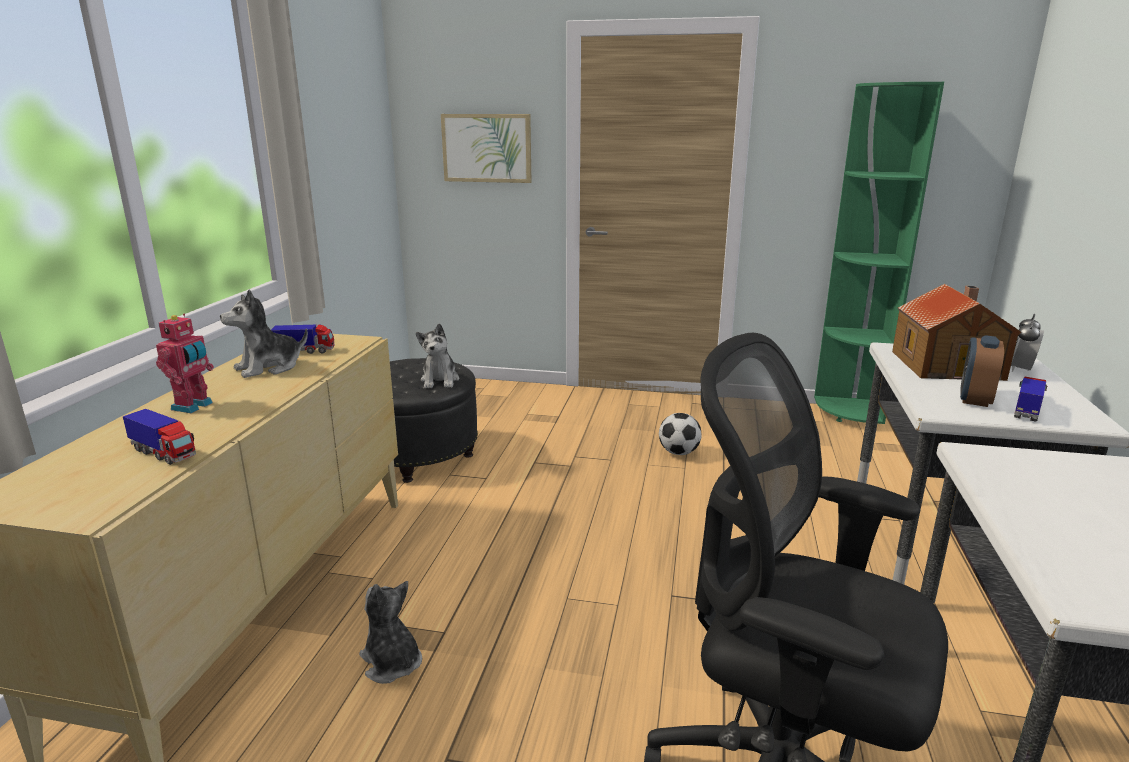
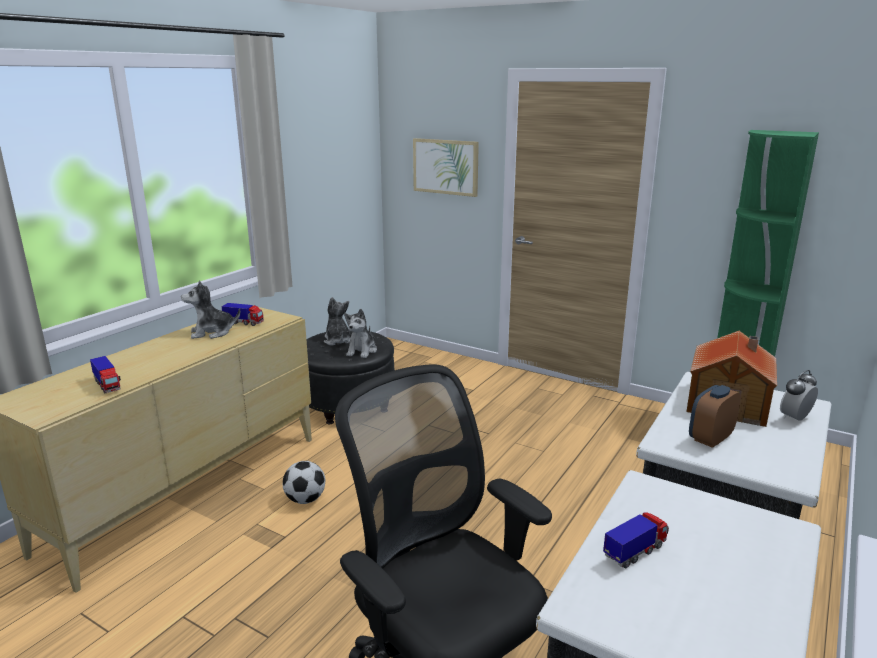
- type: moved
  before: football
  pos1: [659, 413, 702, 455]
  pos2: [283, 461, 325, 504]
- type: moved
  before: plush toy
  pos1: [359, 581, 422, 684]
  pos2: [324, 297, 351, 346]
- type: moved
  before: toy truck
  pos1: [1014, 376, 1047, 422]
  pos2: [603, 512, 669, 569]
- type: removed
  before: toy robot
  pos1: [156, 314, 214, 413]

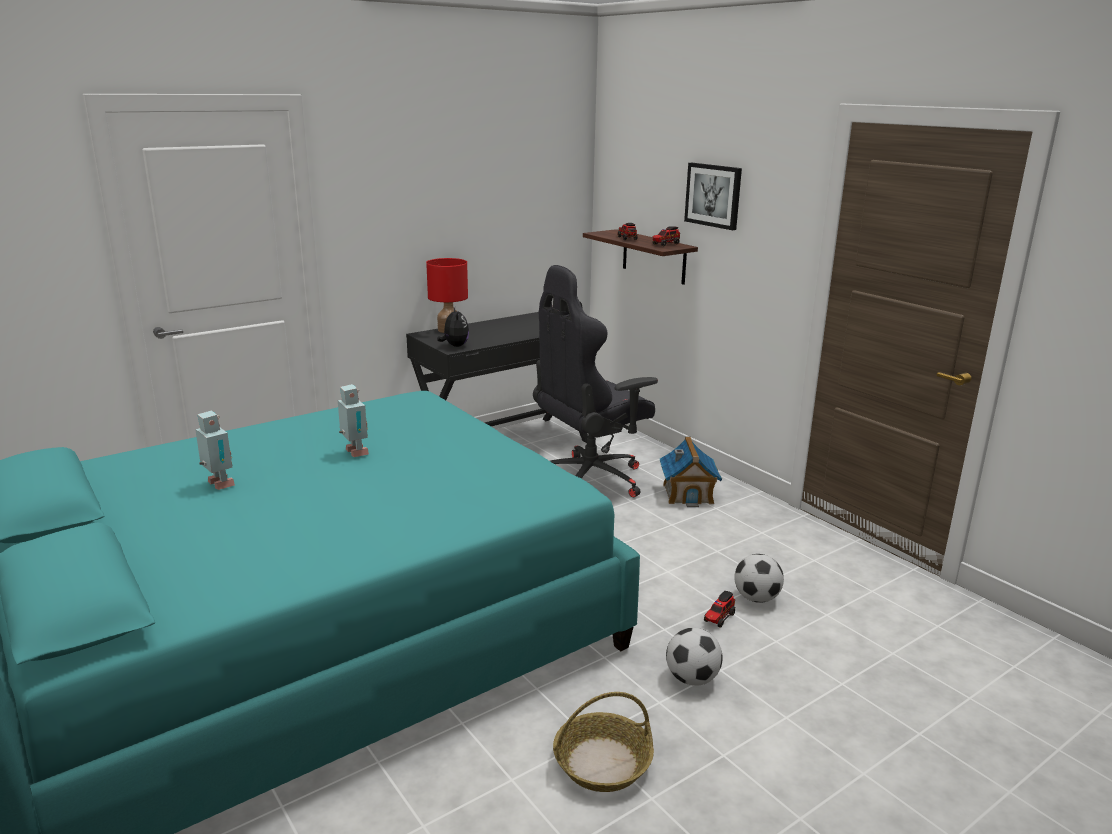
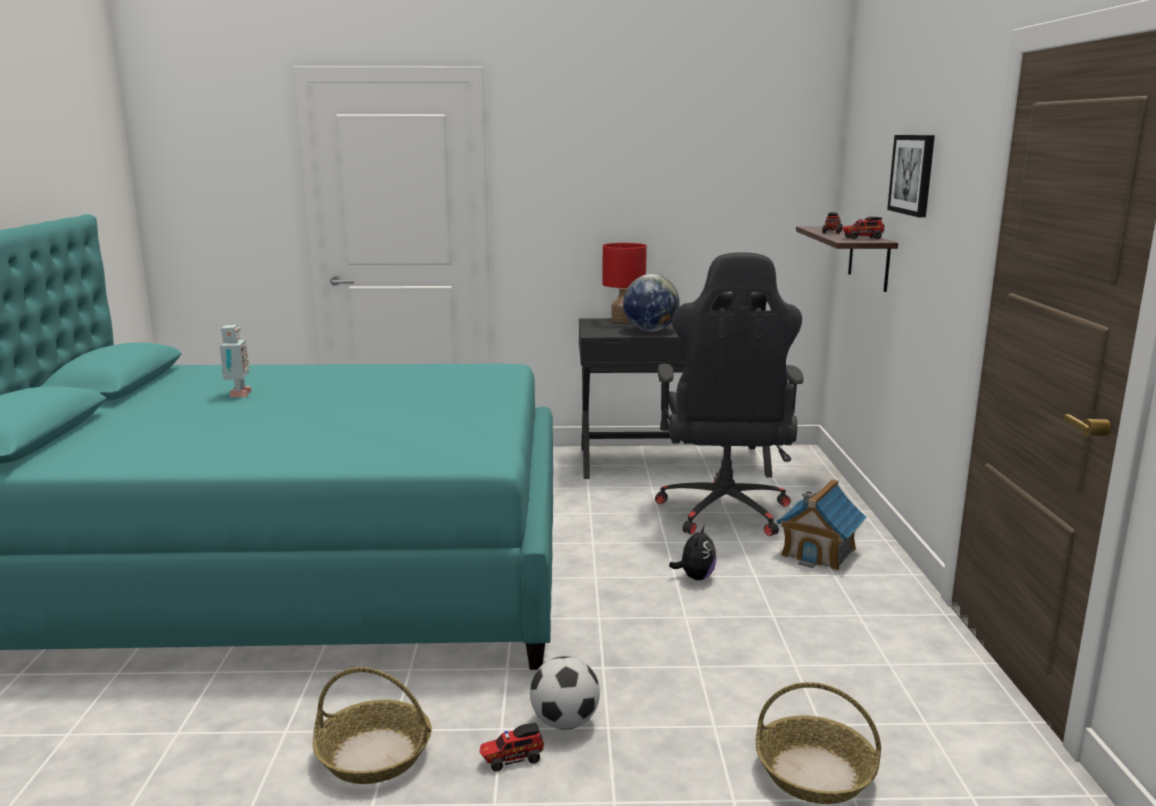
- type: moved
  before: toy truck
  pos1: [704, 591, 735, 628]
  pos2: [479, 723, 544, 772]
- type: added
  after: globe
  pos2: [623, 274, 680, 331]
- type: turned
  before: black office chair
  pos1: [533, 265, 658, 497]
  pos2: [655, 253, 804, 536]
  turn: -90
- type: moved
  before: plush toy
  pos1: [437, 307, 469, 347]
  pos2: [669, 525, 716, 580]
- type: added
  after: basket
  pos2: [756, 682, 881, 804]
- type: removed
  before: toy robot
  pos1: [338, 384, 369, 457]
- type: removed
  before: football
  pos1: [734, 554, 784, 603]

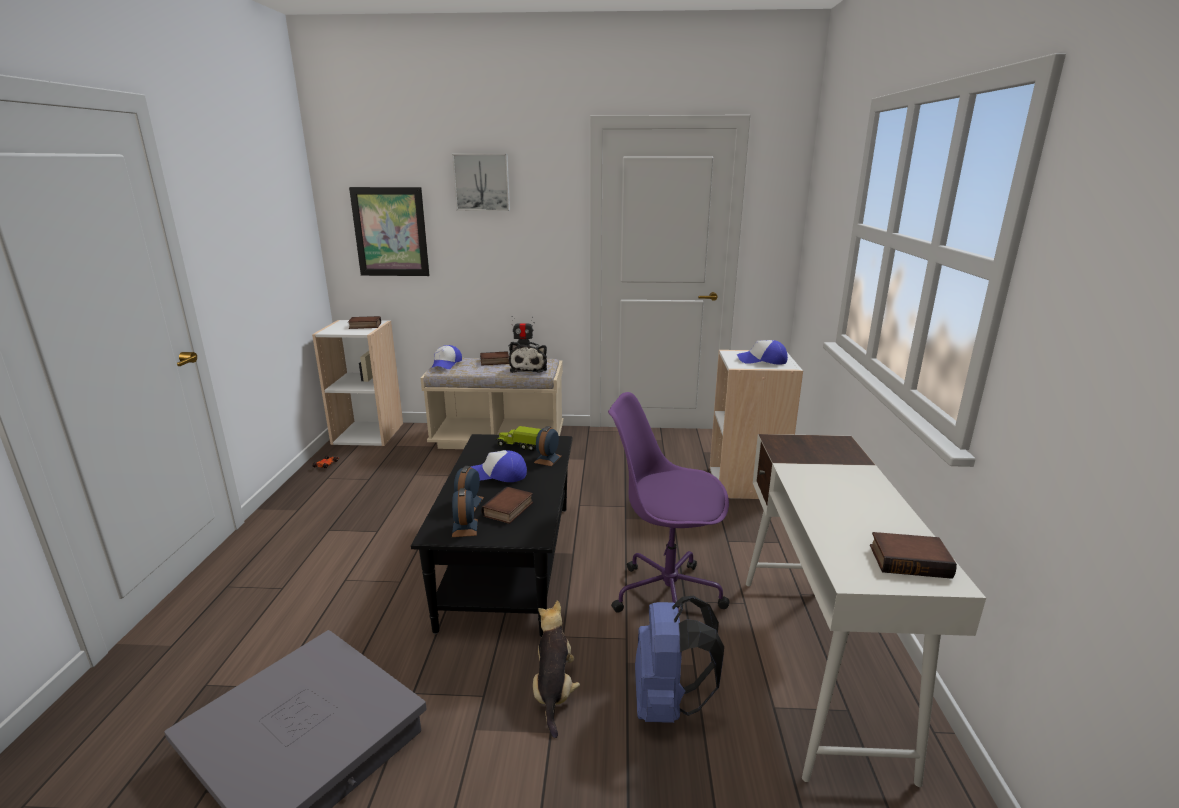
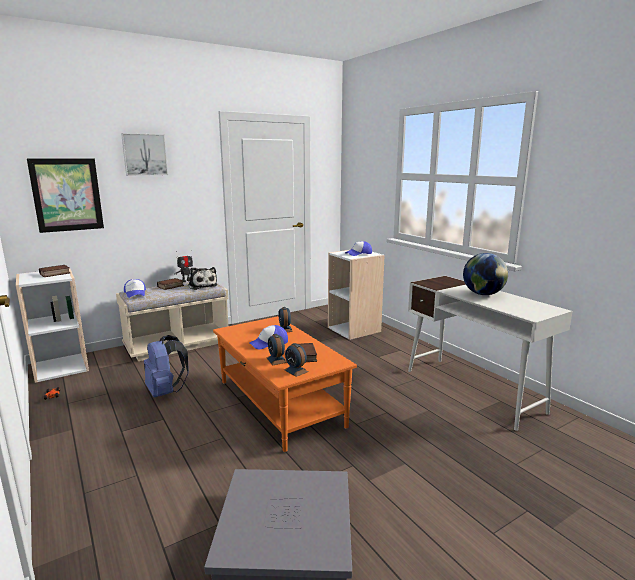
- type: moved
  before: blue backpack
  pos1: [635, 596, 724, 723]
  pos2: [144, 335, 189, 397]
- type: recoloured
  before: black coffee table
  after: orange coffee table
  pos1: [411, 434, 573, 638]
  pos2: [213, 316, 357, 452]
- type: added
  after: globe
  pos2: [463, 253, 508, 295]
- type: removed
  before: toy truck
  pos1: [495, 426, 541, 451]
- type: removed
  before: plush toy
  pos1: [533, 600, 580, 738]
- type: removed
  before: purple office chair
  pos1: [608, 392, 729, 613]
- type: removed
  before: book
  pos1: [870, 532, 957, 579]

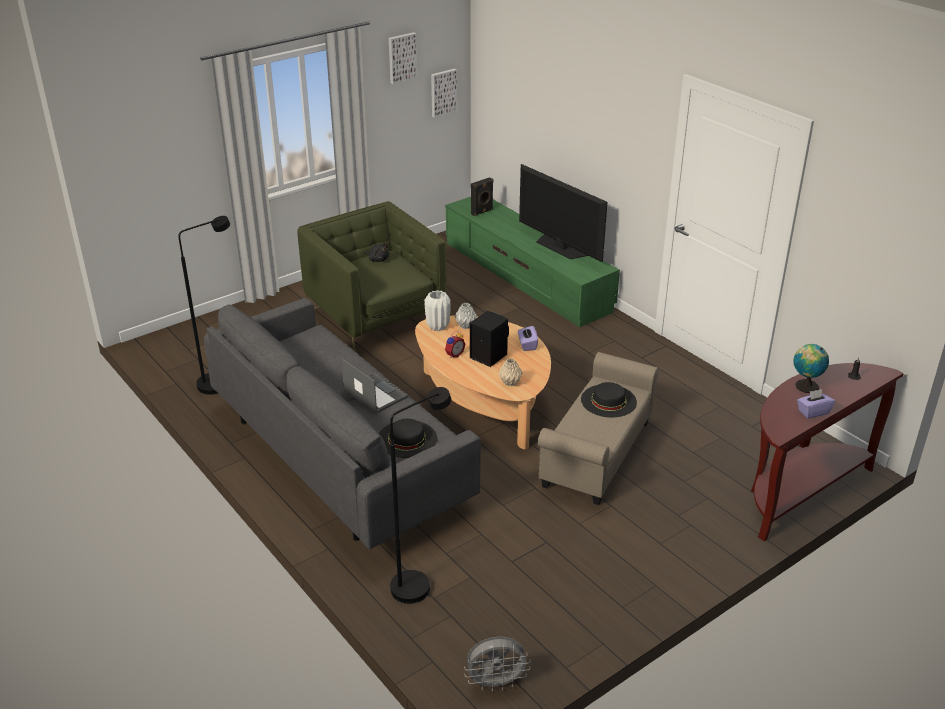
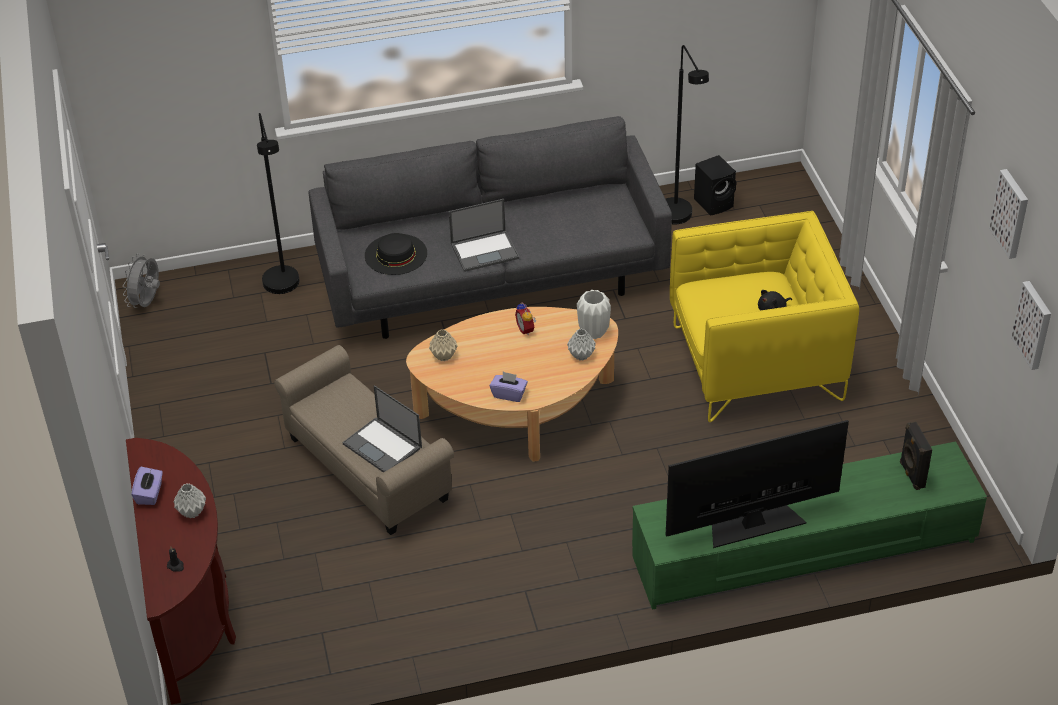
- type: replaced
  before: globe
  after: grey vase
  pos1: [793, 344, 829, 393]
  pos2: [173, 483, 206, 518]
- type: replaced
  before: black hat
  after: laptop
  pos1: [581, 382, 637, 417]
  pos2: [343, 385, 422, 473]
- type: recoloured
  before: green armchair
  after: yellow armchair
  pos1: [297, 201, 447, 352]
  pos2: [670, 211, 859, 423]
- type: moved
  before: black speaker
  pos1: [470, 311, 509, 367]
  pos2: [694, 155, 736, 216]

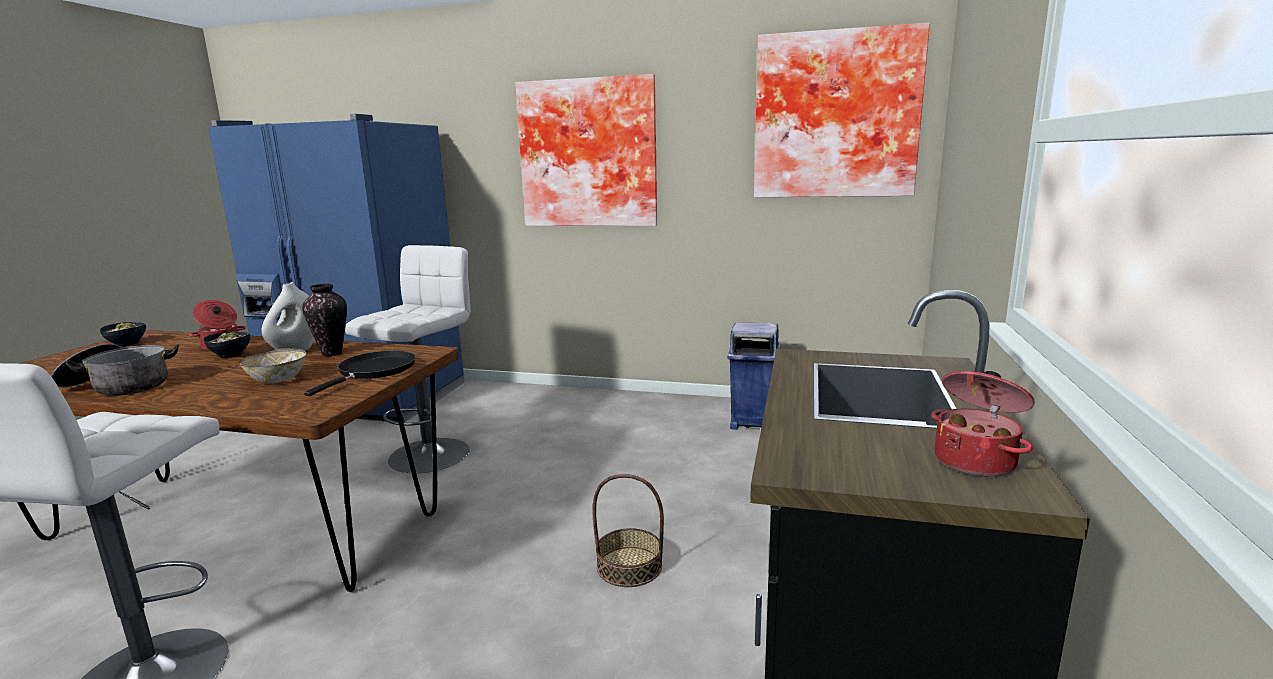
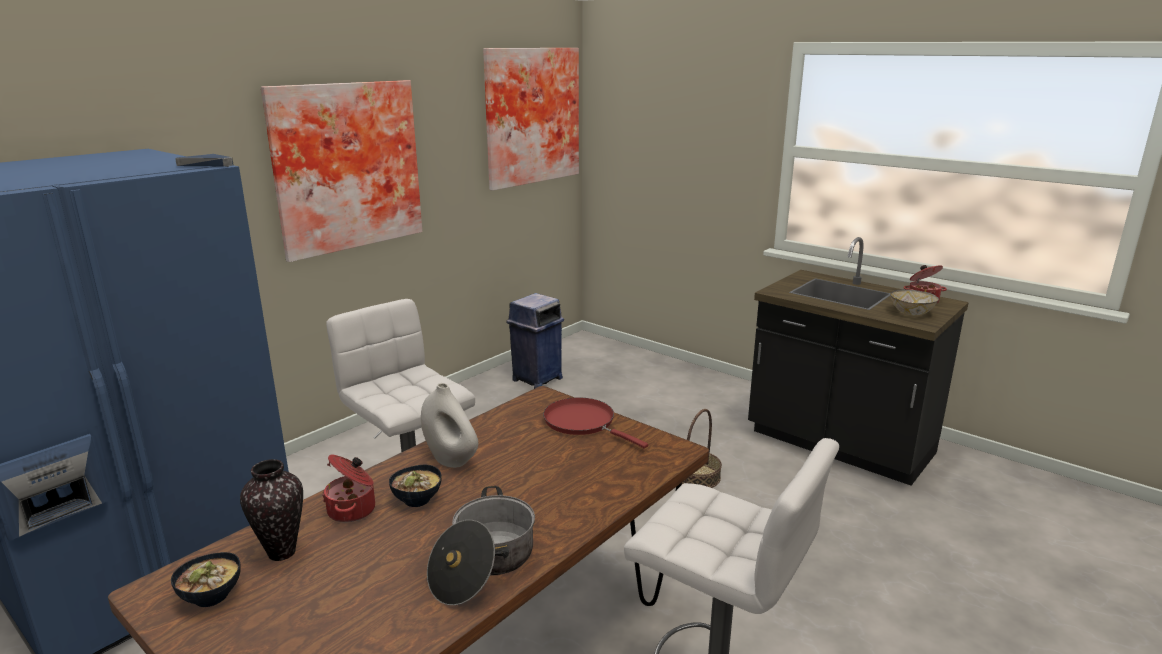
- type: moved
  before: vase
  pos1: [302, 284, 347, 356]
  pos2: [240, 459, 303, 561]
- type: recoloured
  before: black frying pan
  after: red frying pan
  pos1: [304, 351, 416, 396]
  pos2: [543, 398, 648, 448]
- type: moved
  before: bowl
  pos1: [239, 348, 306, 383]
  pos2: [890, 289, 939, 315]

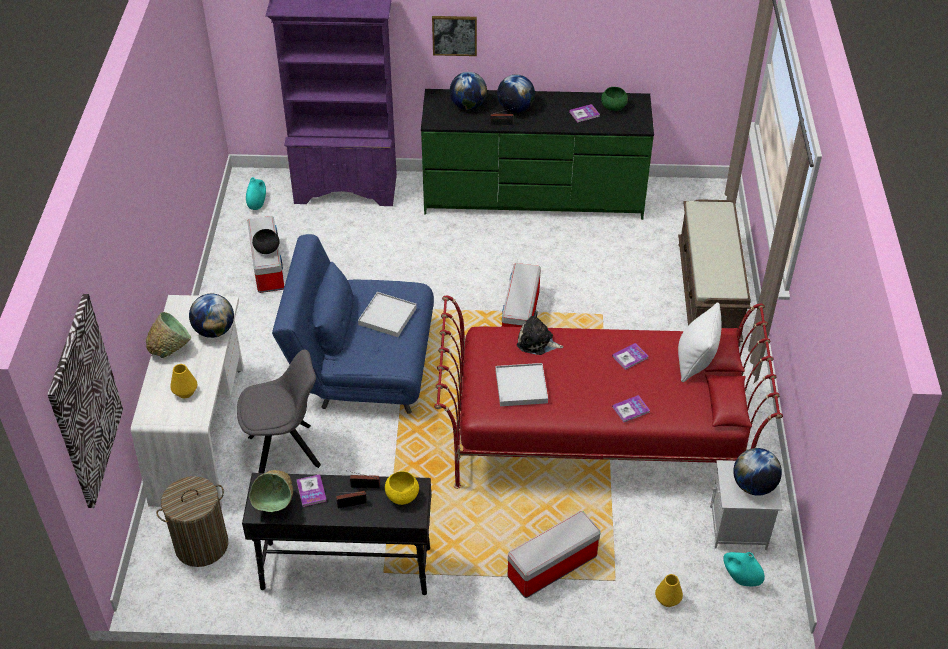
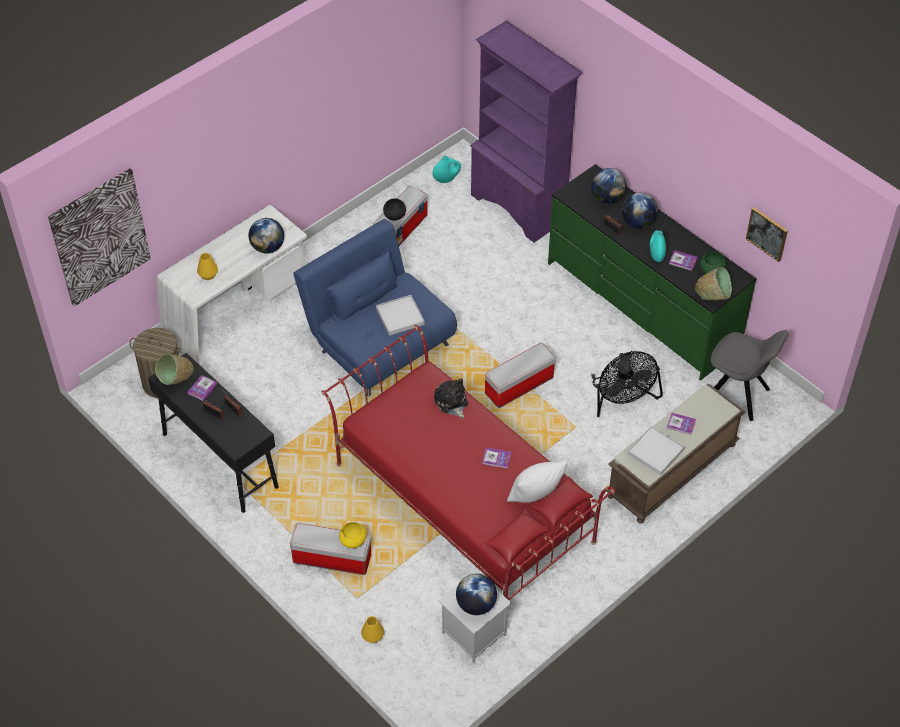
- type: moved
  before: yellow bowl
  pos1: [385, 471, 419, 505]
  pos2: [339, 522, 366, 548]
- type: added
  after: black fan
  pos2: [591, 351, 663, 417]
- type: moved
  before: white tray
  pos1: [496, 363, 548, 406]
  pos2: [627, 426, 685, 475]
- type: moved
  before: turquoise vase
  pos1: [723, 552, 765, 586]
  pos2: [650, 231, 666, 262]
- type: moved
  before: book
  pos1: [612, 395, 650, 422]
  pos2: [667, 413, 696, 435]
- type: moved
  before: green bowl
  pos1: [146, 312, 191, 358]
  pos2: [695, 267, 732, 301]
- type: moved
  before: grey chair
  pos1: [237, 349, 321, 473]
  pos2: [711, 330, 789, 421]
- type: moved
  before: picture
  pos1: [432, 16, 477, 56]
  pos2: [746, 208, 788, 262]

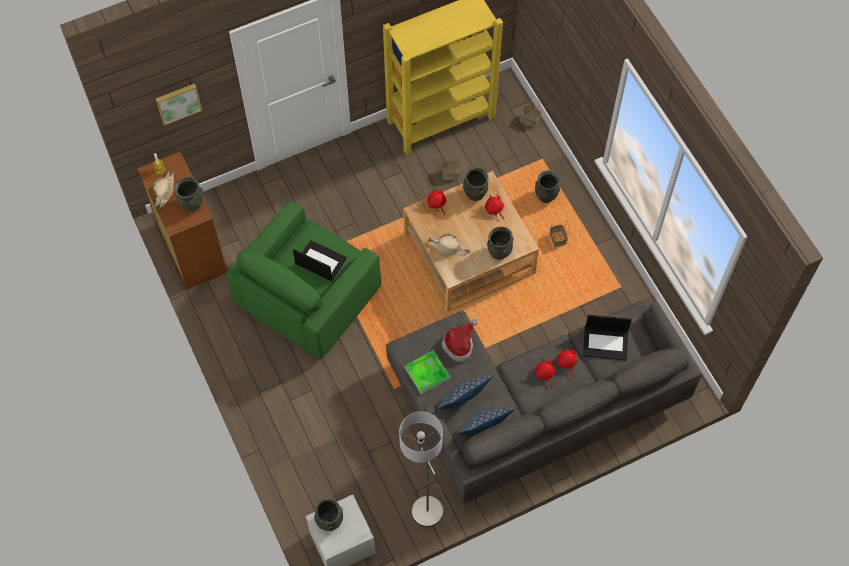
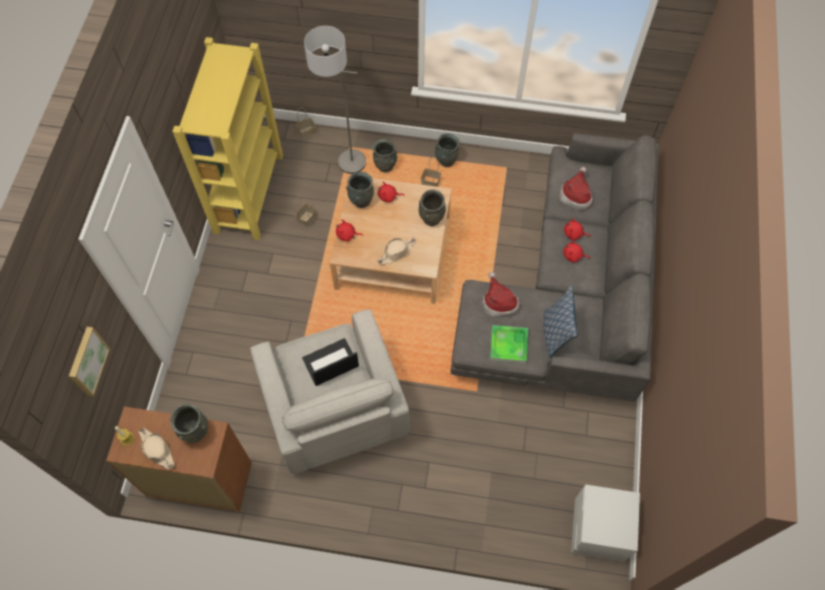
- type: recoloured
  before: green armchair
  after: grey armchair
  pos1: [226, 200, 381, 359]
  pos2: [250, 309, 410, 474]
- type: moved
  before: grey floor lamp
  pos1: [399, 411, 443, 527]
  pos2: [304, 26, 366, 174]
- type: moved
  before: grey vase
  pos1: [314, 498, 343, 531]
  pos2: [435, 133, 459, 167]
- type: replaced
  before: laptop
  after: hat
  pos1: [583, 315, 632, 361]
  pos2: [560, 167, 593, 211]
- type: removed
  before: pillow
  pos1: [457, 407, 515, 435]

